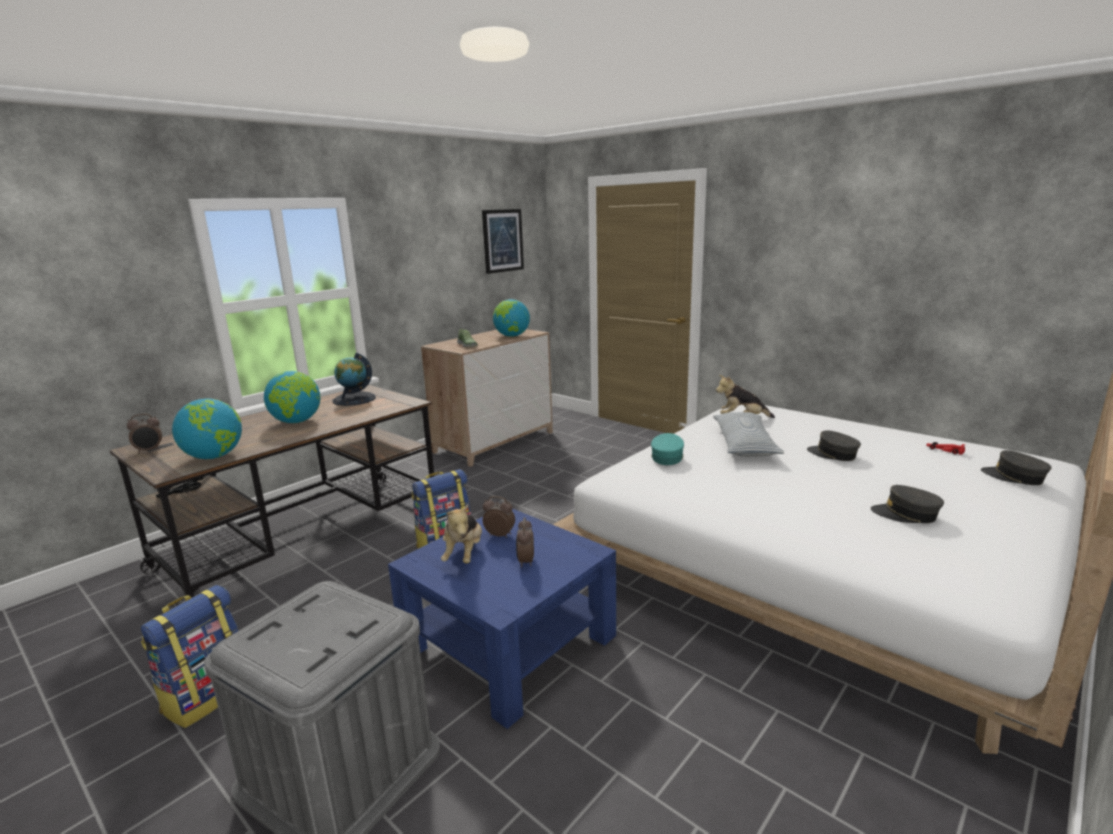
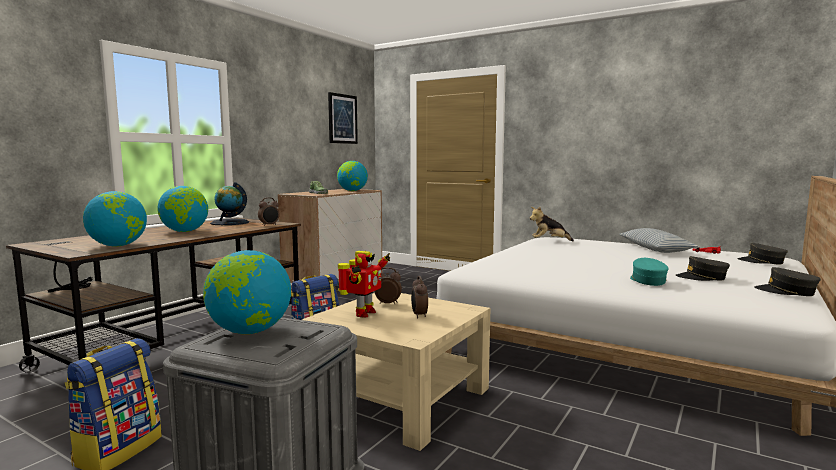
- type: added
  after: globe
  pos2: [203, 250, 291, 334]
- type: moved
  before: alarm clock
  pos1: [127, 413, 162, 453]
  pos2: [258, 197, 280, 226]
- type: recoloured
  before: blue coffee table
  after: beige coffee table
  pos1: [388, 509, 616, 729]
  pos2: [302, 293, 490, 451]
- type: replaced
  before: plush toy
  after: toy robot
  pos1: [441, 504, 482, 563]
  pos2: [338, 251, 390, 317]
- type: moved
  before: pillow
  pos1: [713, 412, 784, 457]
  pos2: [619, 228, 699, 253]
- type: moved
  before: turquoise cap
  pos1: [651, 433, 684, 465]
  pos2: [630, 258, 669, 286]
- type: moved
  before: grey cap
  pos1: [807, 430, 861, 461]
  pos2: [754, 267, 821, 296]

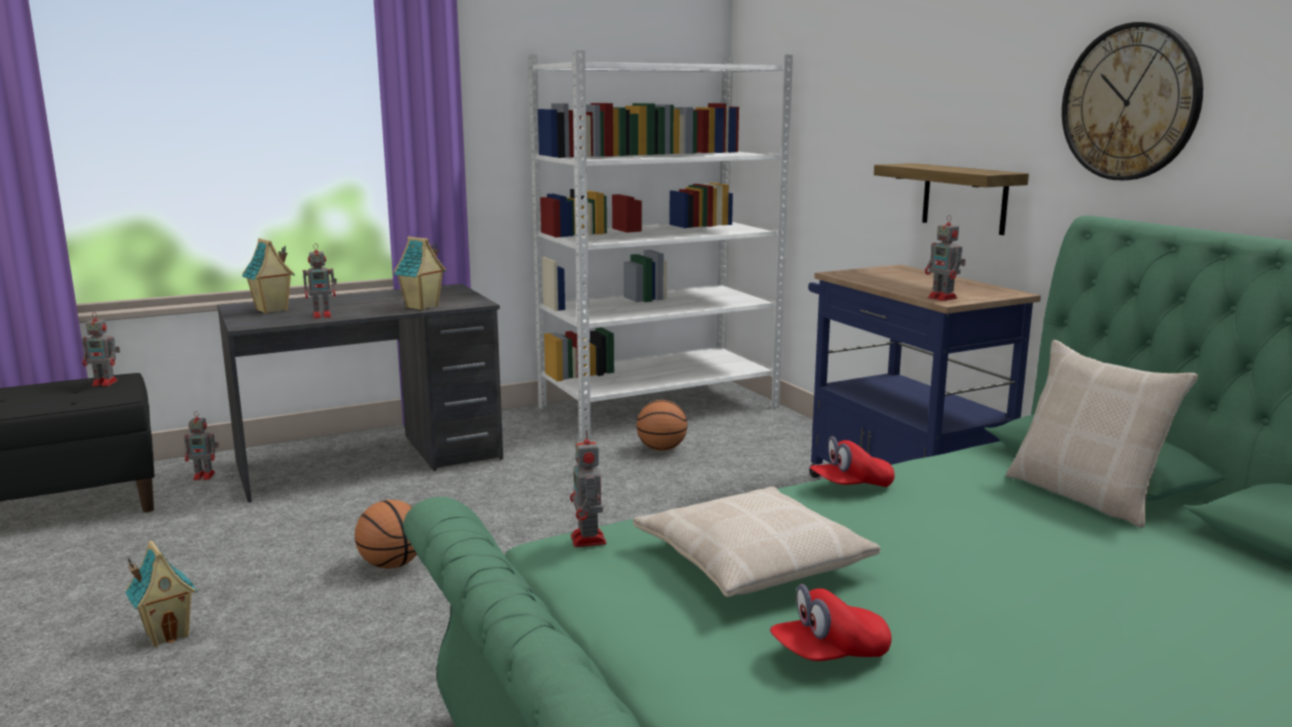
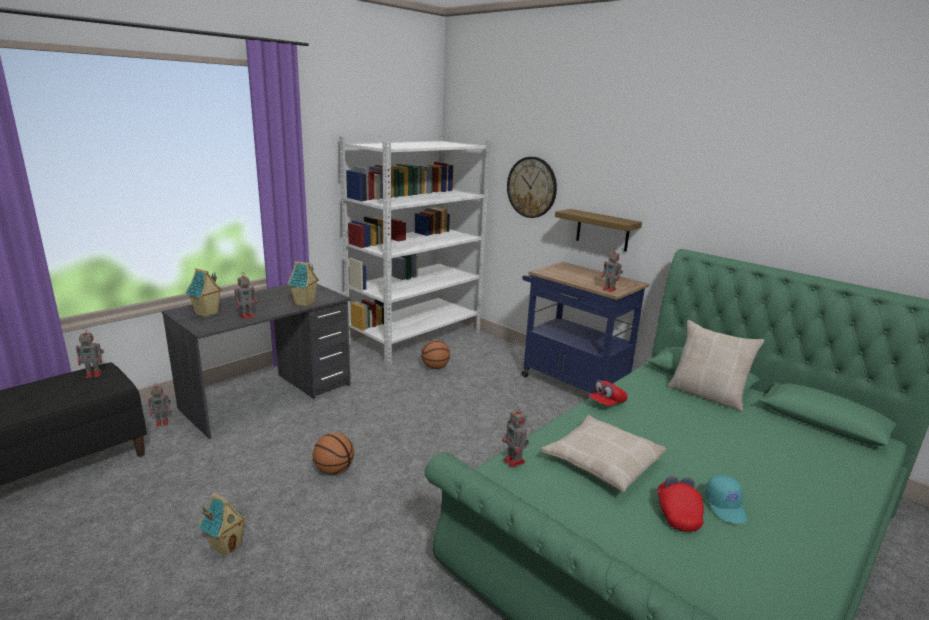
- type: moved
  before: wall clock
  pos1: [1062, 22, 1203, 180]
  pos2: [507, 157, 557, 218]
- type: turned
  before: red cap
  pos1: [770, 584, 892, 661]
  pos2: [657, 476, 704, 532]
  turn: 135
- type: added
  after: turquoise cap
  pos2: [705, 475, 748, 523]

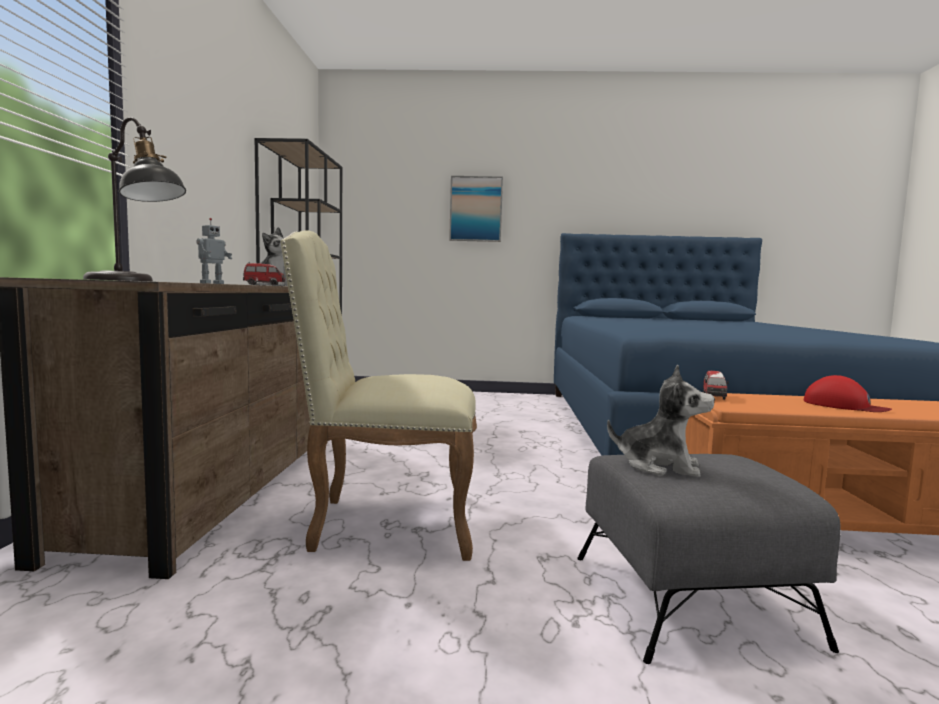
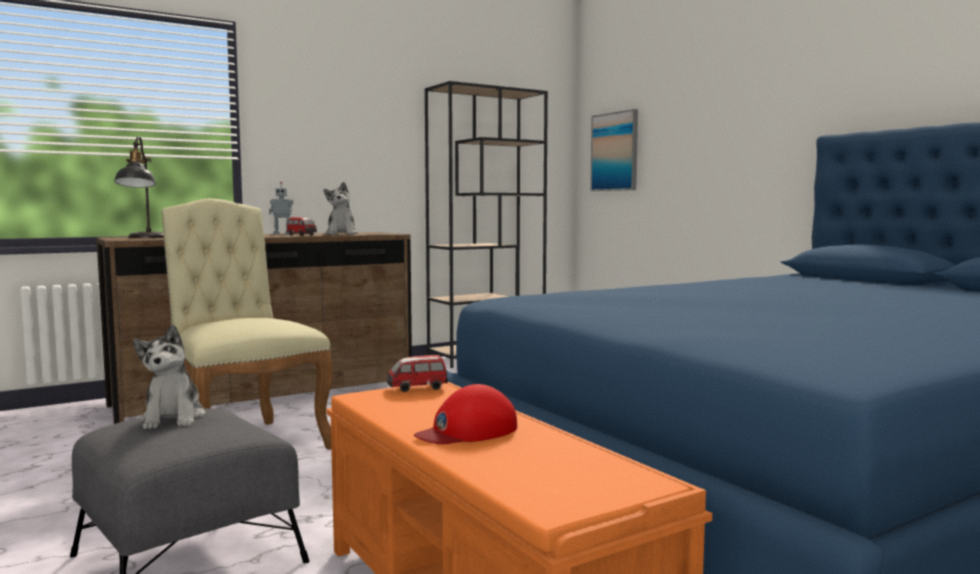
- type: turned
  before: red cap
  pos1: [804, 375, 892, 412]
  pos2: [414, 384, 517, 444]
  turn: 45
- type: moved
  before: picture
  pos1: [449, 176, 503, 242]
  pos2: [590, 109, 638, 191]

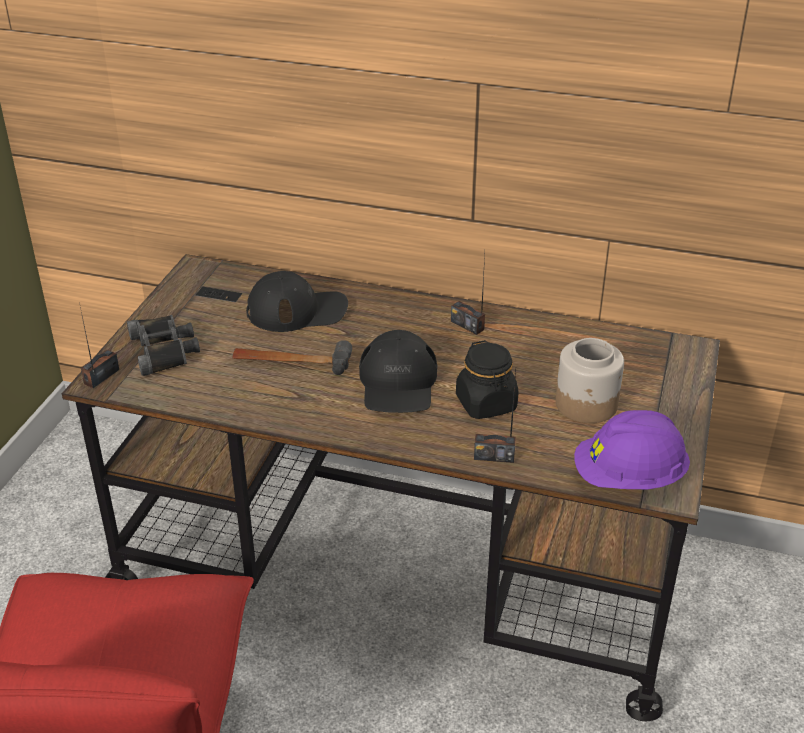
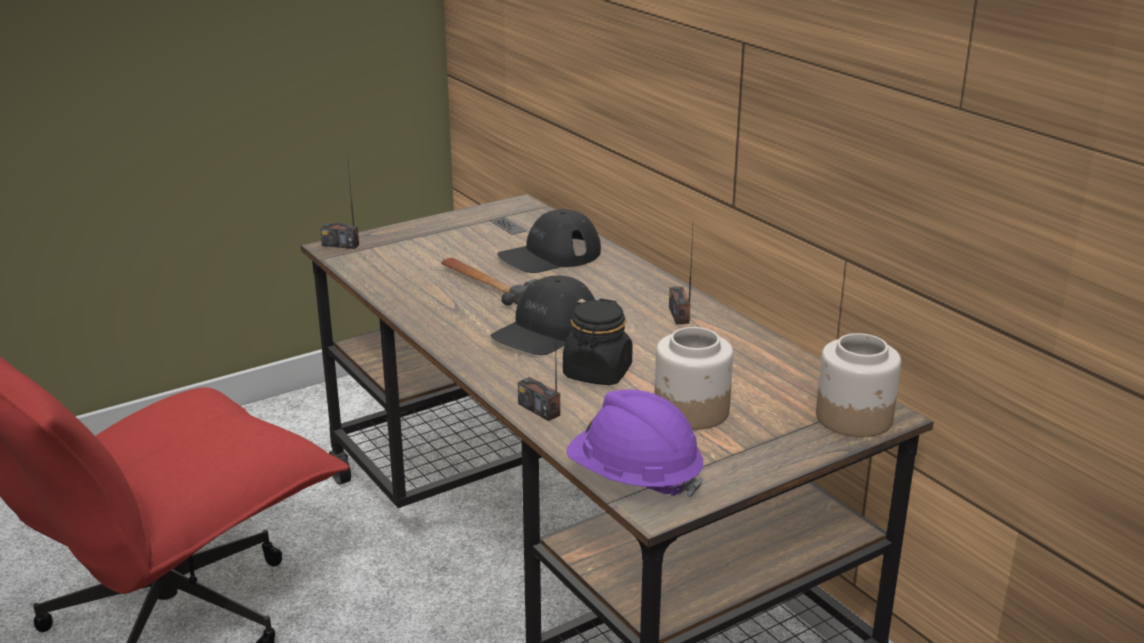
- type: turned
  before: radio
  pos1: [80, 307, 119, 388]
  pos2: [320, 155, 359, 249]
  turn: -150
- type: turned
  before: black cap
  pos1: [246, 271, 348, 332]
  pos2: [497, 209, 601, 273]
  turn: 120
- type: added
  after: jar
  pos2: [816, 333, 901, 437]
- type: removed
  before: black binoculars
  pos1: [127, 315, 200, 376]

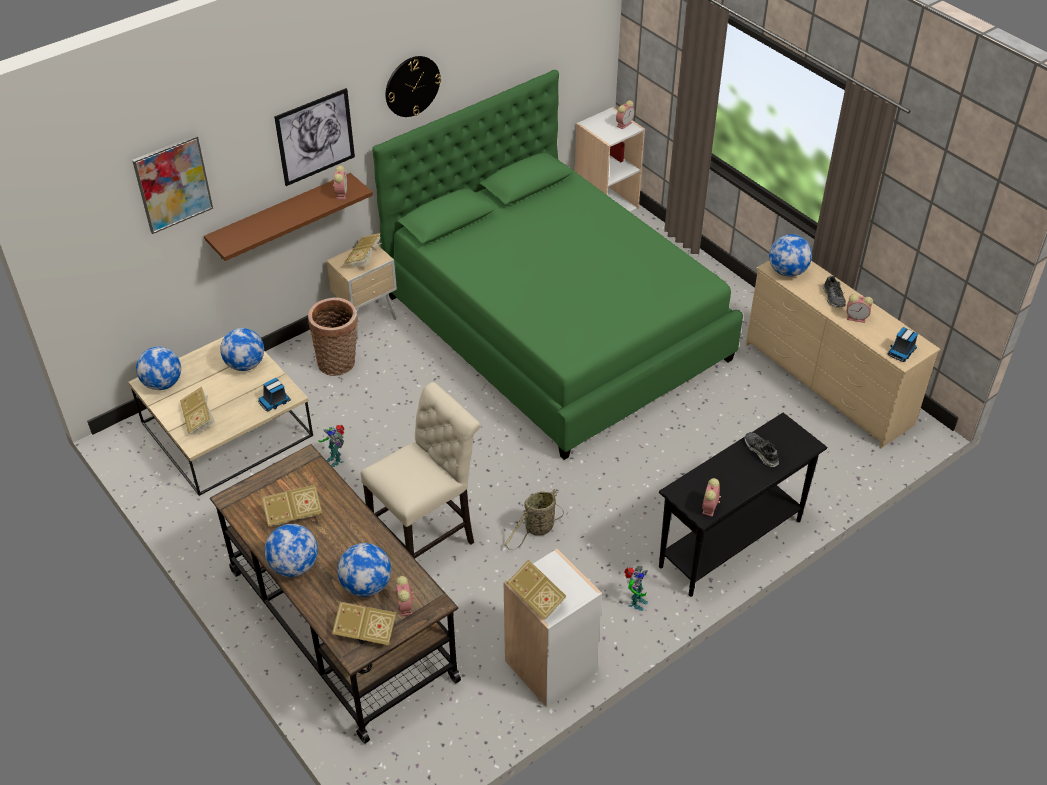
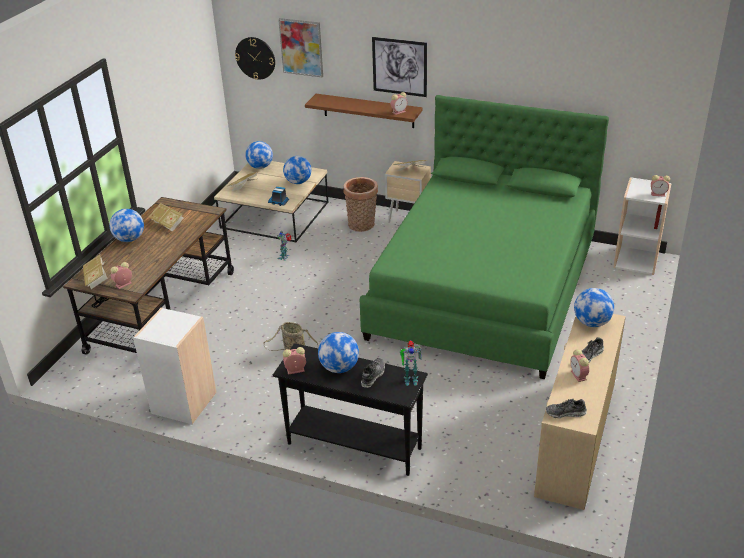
- type: moved
  before: wall clock
  pos1: [386, 56, 441, 117]
  pos2: [235, 37, 275, 80]
- type: moved
  before: globe
  pos1: [337, 543, 391, 597]
  pos2: [318, 332, 359, 373]
- type: moved
  before: toy robot
  pos1: [625, 566, 648, 611]
  pos2: [400, 340, 422, 386]
- type: replaced
  before: toy truck
  after: shoe
  pos1: [888, 327, 918, 362]
  pos2: [546, 399, 587, 418]
- type: removed
  before: beige stool
  pos1: [361, 382, 480, 559]
- type: removed
  before: book
  pos1: [507, 559, 566, 620]

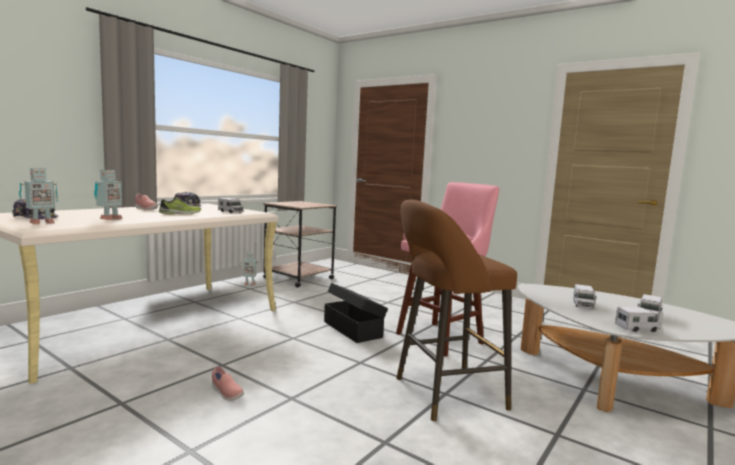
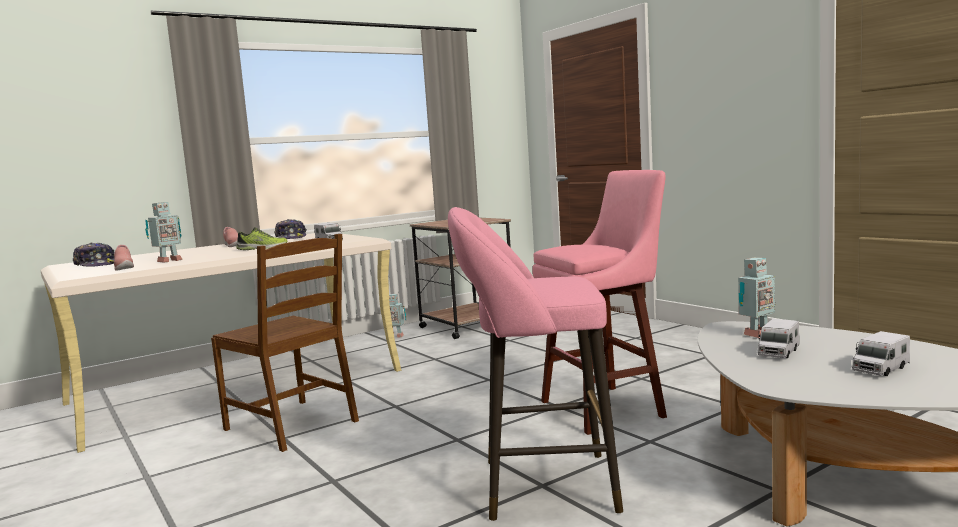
- type: moved
  before: pink shoe
  pos1: [212, 366, 244, 401]
  pos2: [114, 245, 134, 271]
- type: added
  after: brown chair
  pos2: [211, 234, 359, 452]
- type: recoloured
  before: brown stool
  after: pink stool
  pos1: [396, 200, 517, 421]
  pos2: [448, 207, 623, 521]
- type: moved
  before: toy robot
  pos1: [19, 168, 58, 224]
  pos2: [738, 258, 776, 338]
- type: removed
  before: black storage box
  pos1: [324, 283, 388, 343]
- type: removed
  before: toy truck
  pos1: [615, 307, 661, 332]

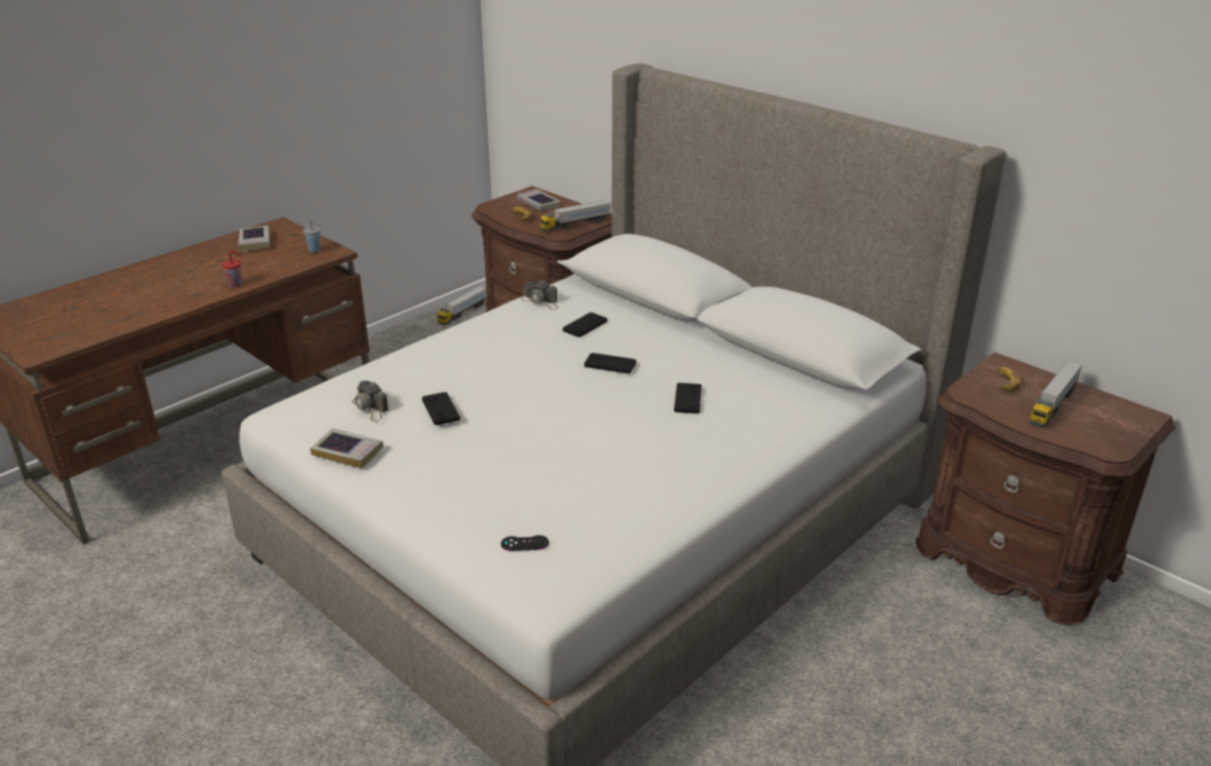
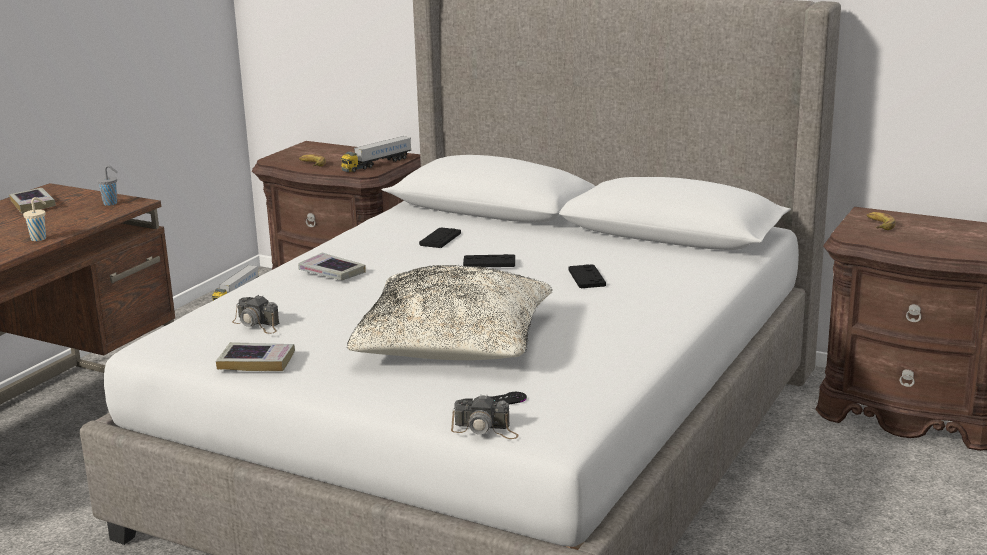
- type: recoloured
  before: red cup
  after: beige cup
  pos1: [222, 251, 242, 288]
  pos2: [23, 197, 46, 241]
- type: moved
  before: book
  pos1: [517, 189, 561, 210]
  pos2: [298, 253, 366, 280]
- type: added
  after: beige pillow
  pos2: [347, 265, 553, 360]
- type: moved
  before: photo camera
  pos1: [521, 280, 558, 310]
  pos2: [451, 394, 519, 439]
- type: removed
  before: black game controller
  pos1: [422, 392, 460, 425]
- type: removed
  before: toy truck
  pos1: [1030, 360, 1083, 427]

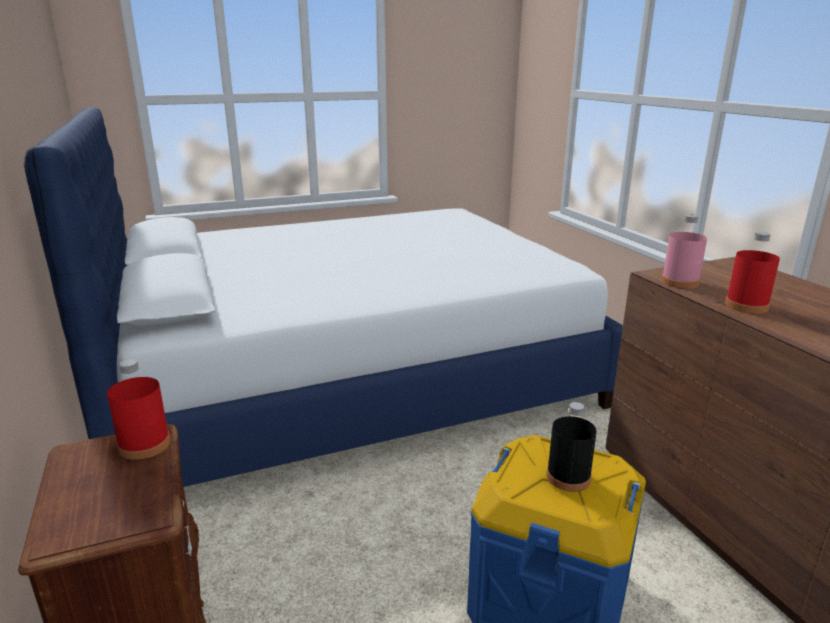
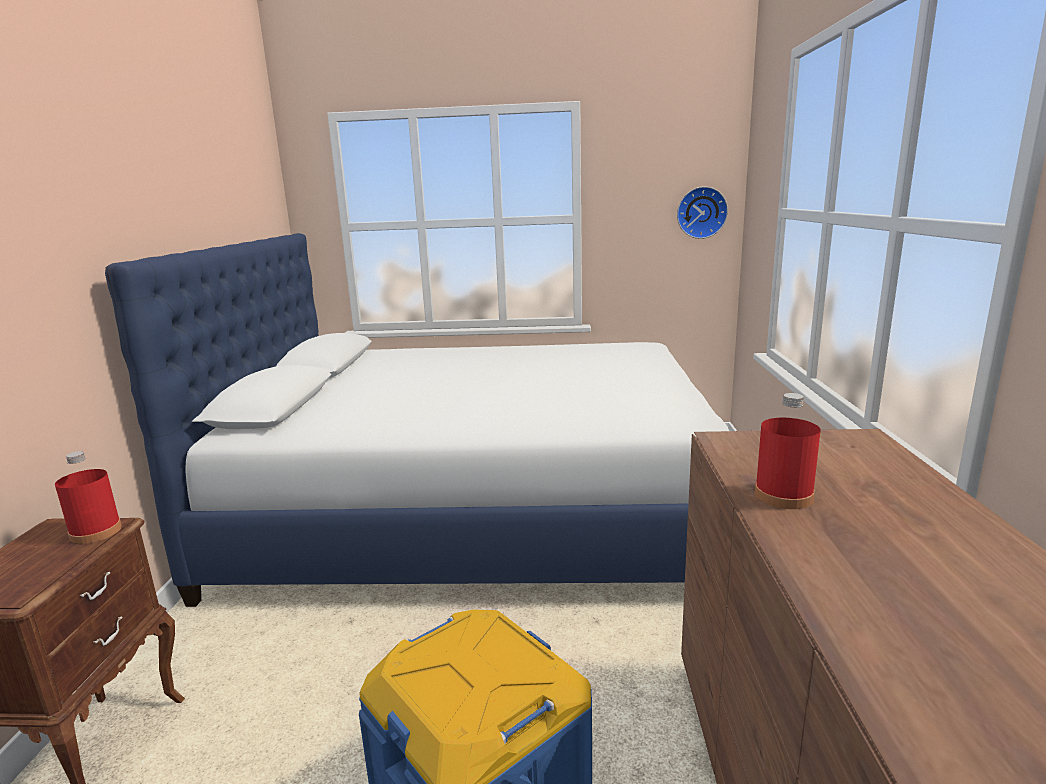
- type: added
  after: wall clock
  pos2: [677, 186, 728, 239]
- type: removed
  before: black bottle
  pos1: [546, 402, 597, 492]
- type: removed
  before: pink bottle
  pos1: [661, 214, 707, 289]

